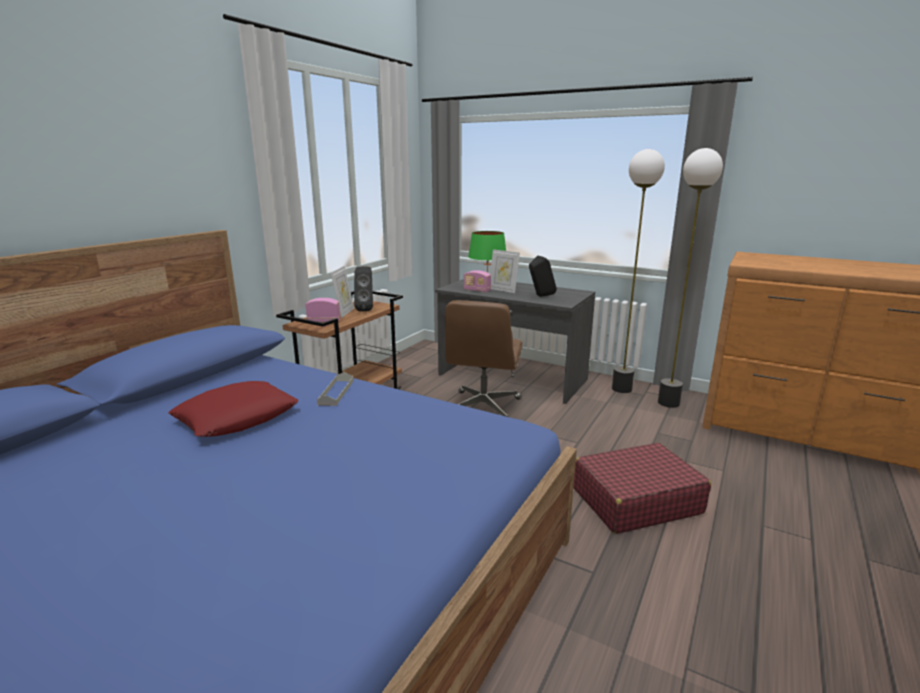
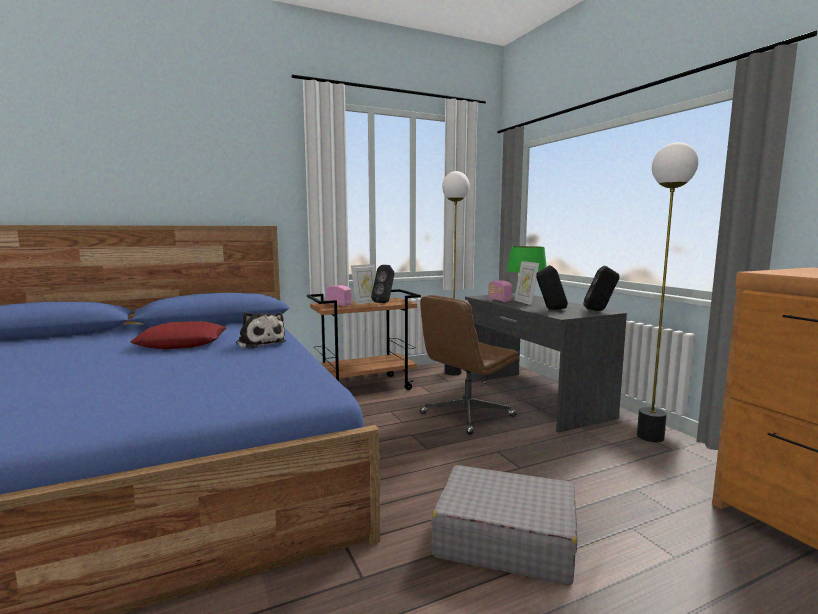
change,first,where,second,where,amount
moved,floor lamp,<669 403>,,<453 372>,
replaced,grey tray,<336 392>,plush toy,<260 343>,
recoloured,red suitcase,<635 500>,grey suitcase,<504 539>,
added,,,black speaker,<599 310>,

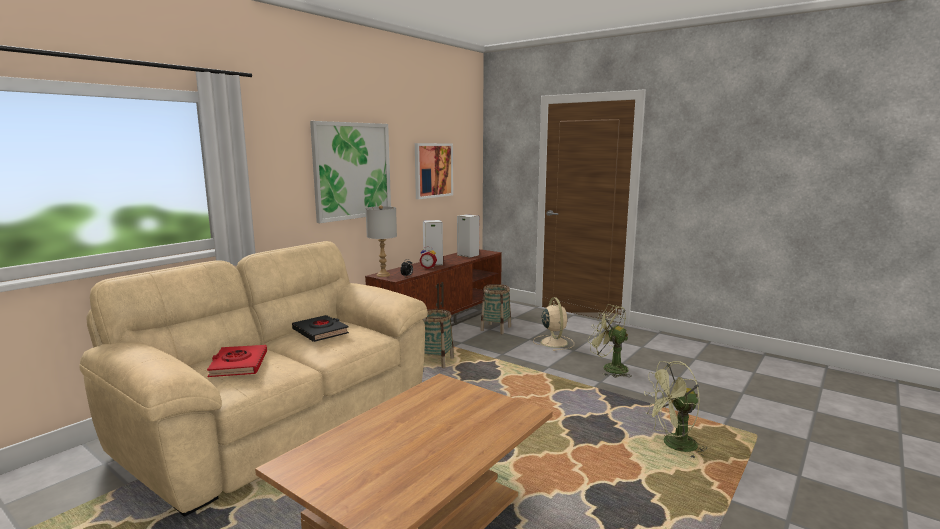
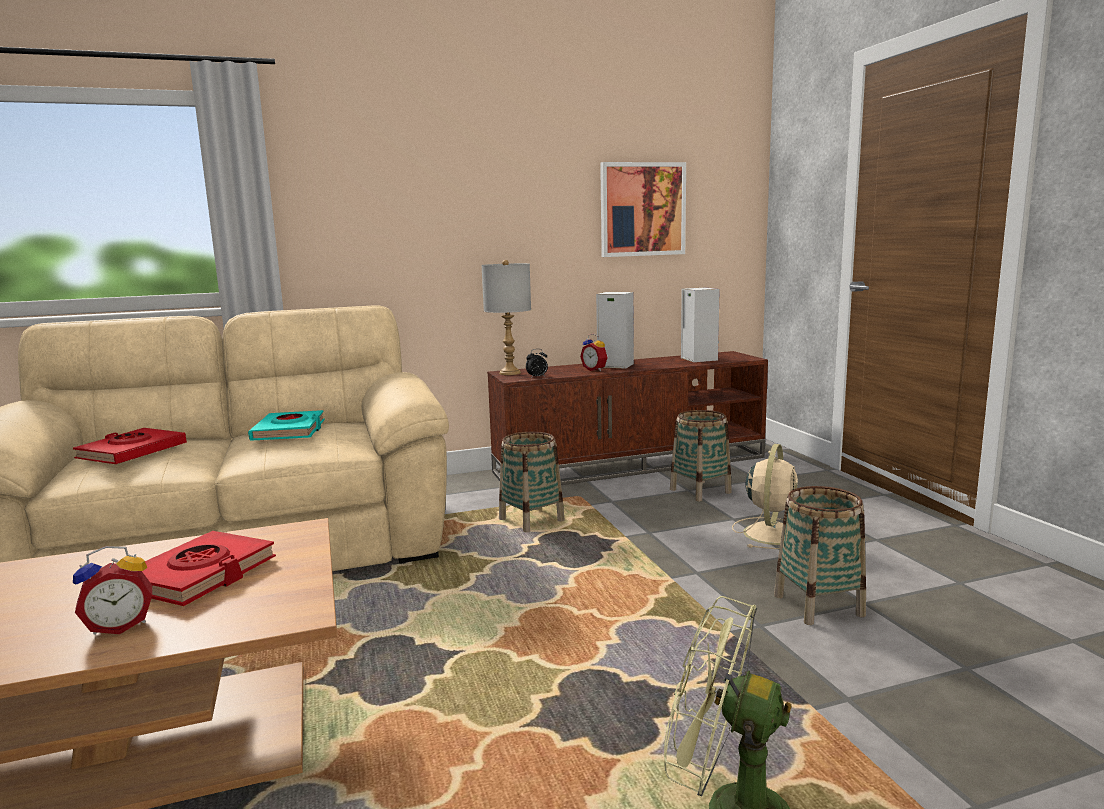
change,first,where,second,where,amount
removed,picture,<352 171>,,,
replaced,green fan,<609 368>,basket,<818 605>,
recoloured,black book,<320 332>,turquoise book,<289 431>,
added,,,red book,<200 575>,
added,,,alarm clock,<120 626>,

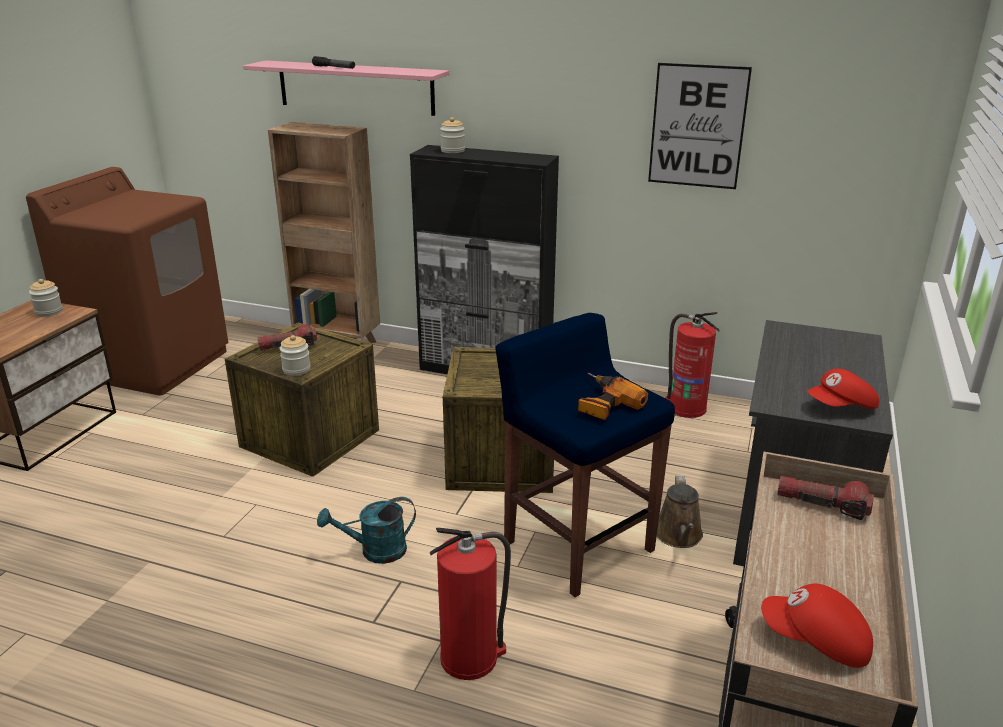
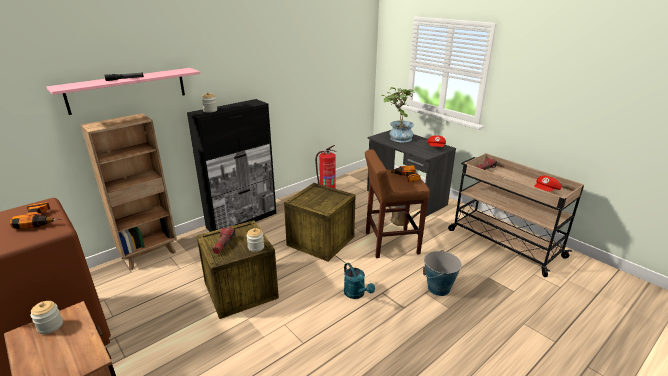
change,first,where,second,where,amount
removed,picture,<697 126>,,,
recoloured,blue stool,<577 544>,brown stool,<390 243>,
turned,turquoise watering can,<375 551>,,<356 294>,45 degrees counterclockwise
replaced,fire extinguisher,<471 658>,bucket,<438 288>,
added,,,potted plant,<397 138>,
added,,,power drill,<41 220>,

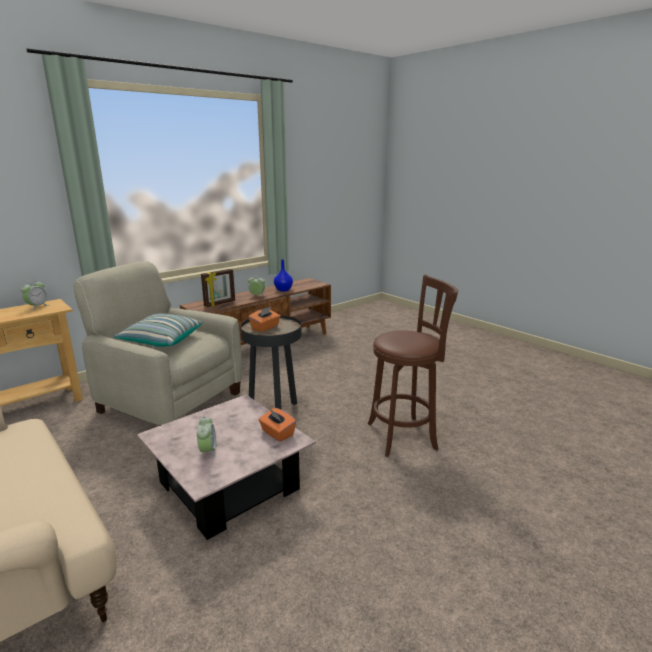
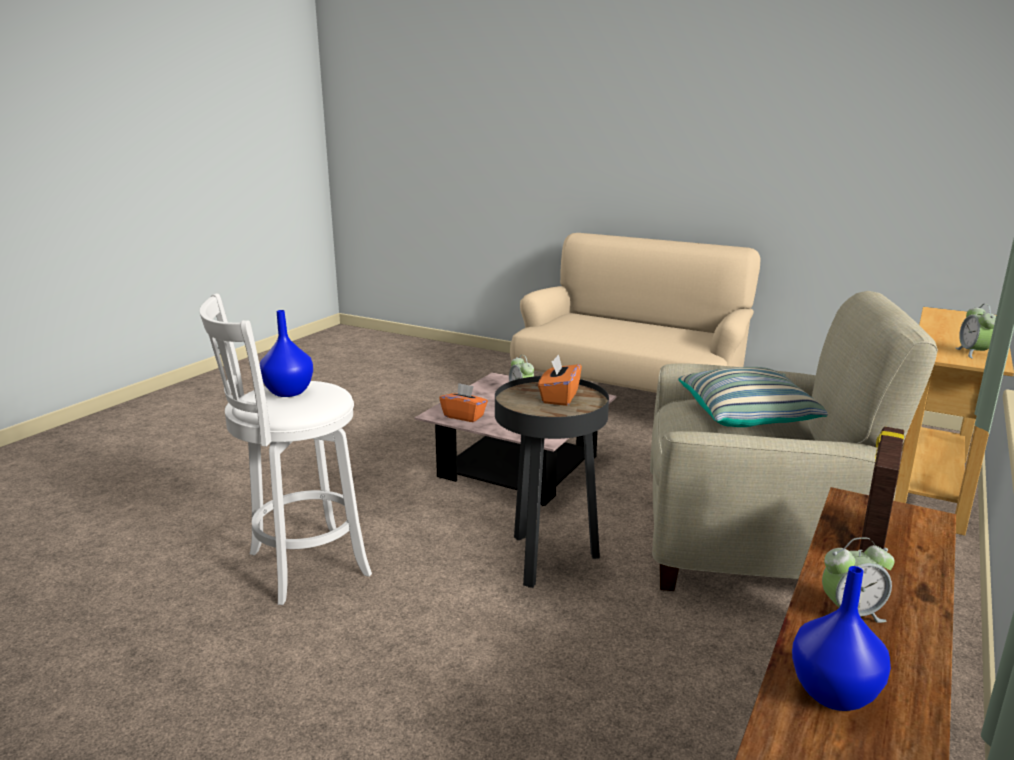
change,first,where,second,where,amount
recoloured,brown stool,<405 435>,white stool,<302 566>,
added,,,blue vase,<287 392>,

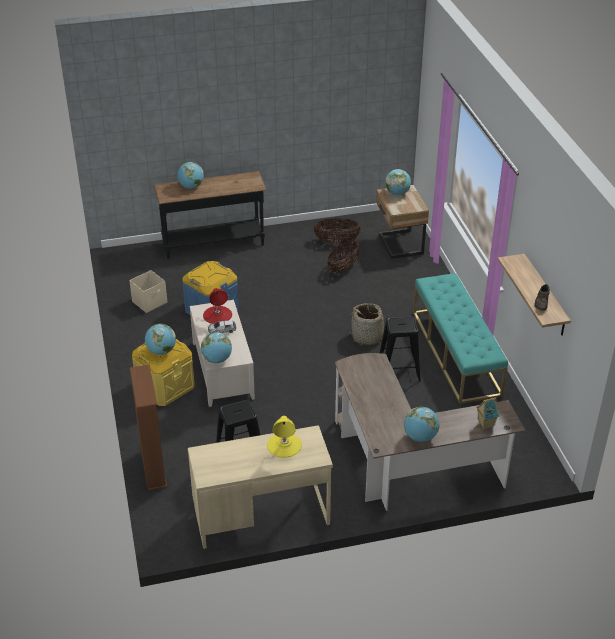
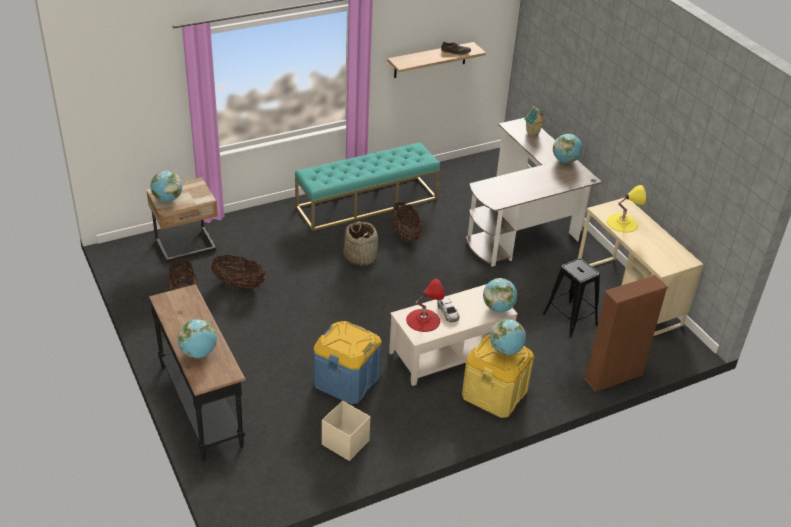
change,first,where,second,where,amount
replaced,black stool,<398 371>,basket,<405 234>,

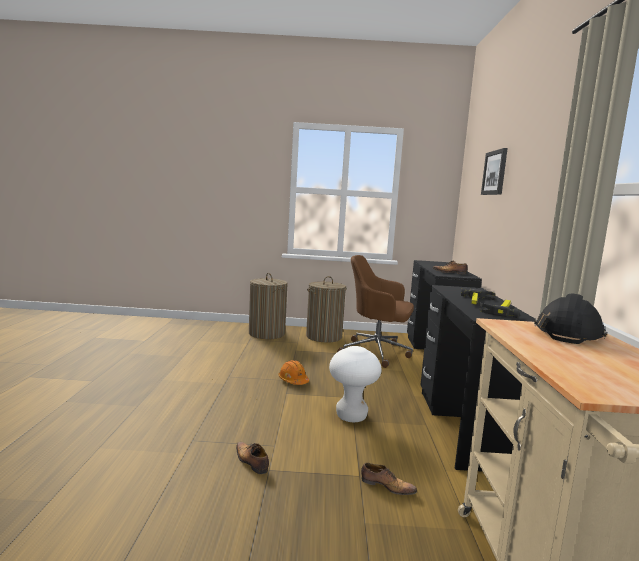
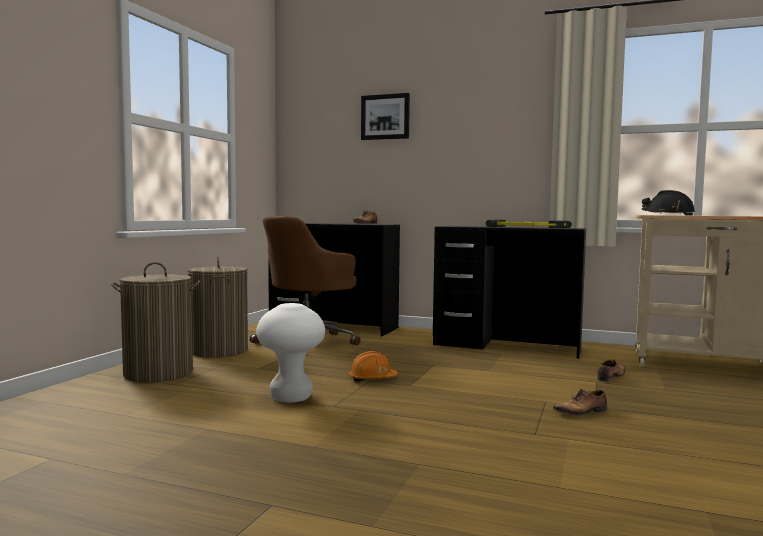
change,first,where,second,where,amount
moved,white stool,<351 416>,,<291 398>,

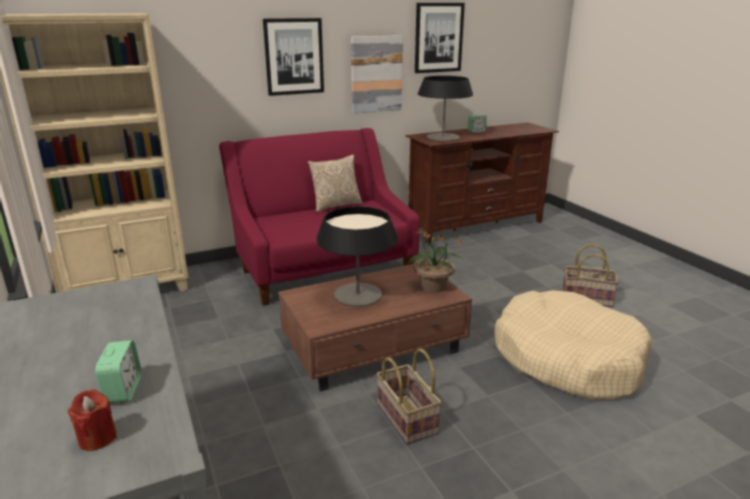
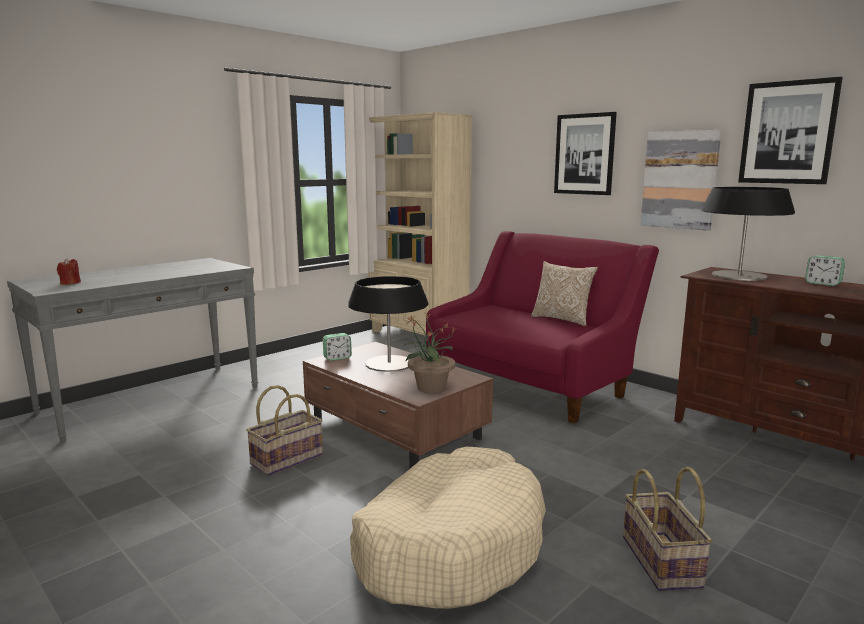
change,first,where,second,where,amount
moved,alarm clock,<123 390>,,<337 358>,

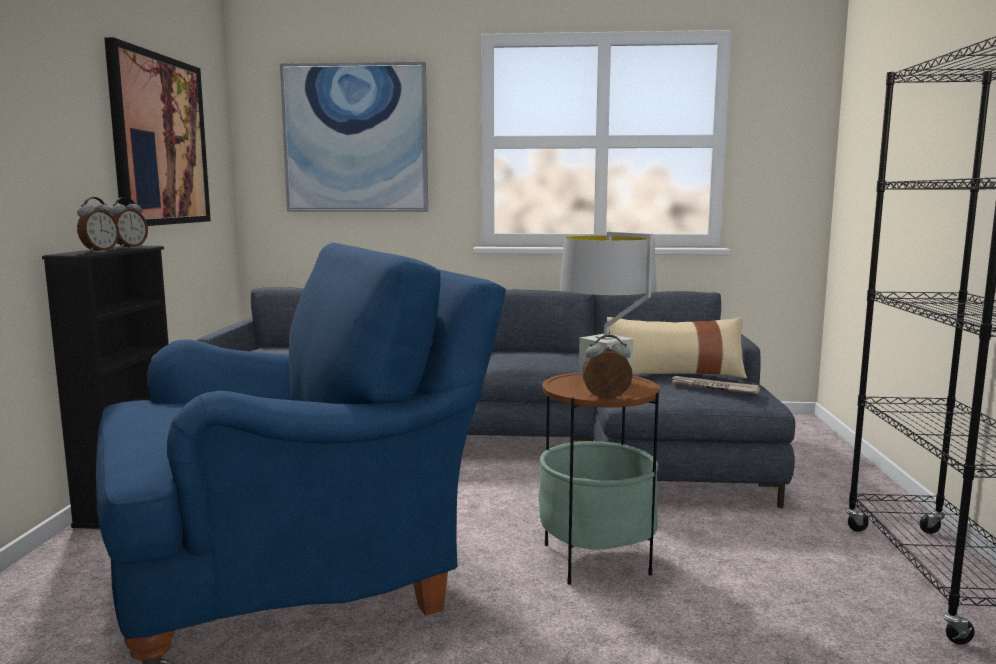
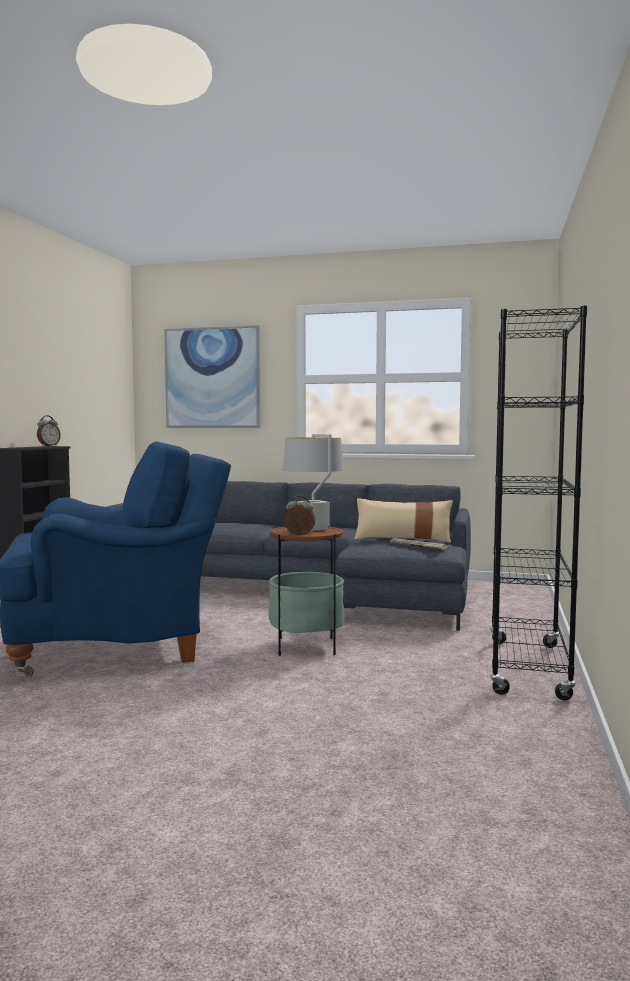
change,first,where,second,where,amount
removed,picture,<160 140>,,,
removed,alarm clock,<99 250>,,,

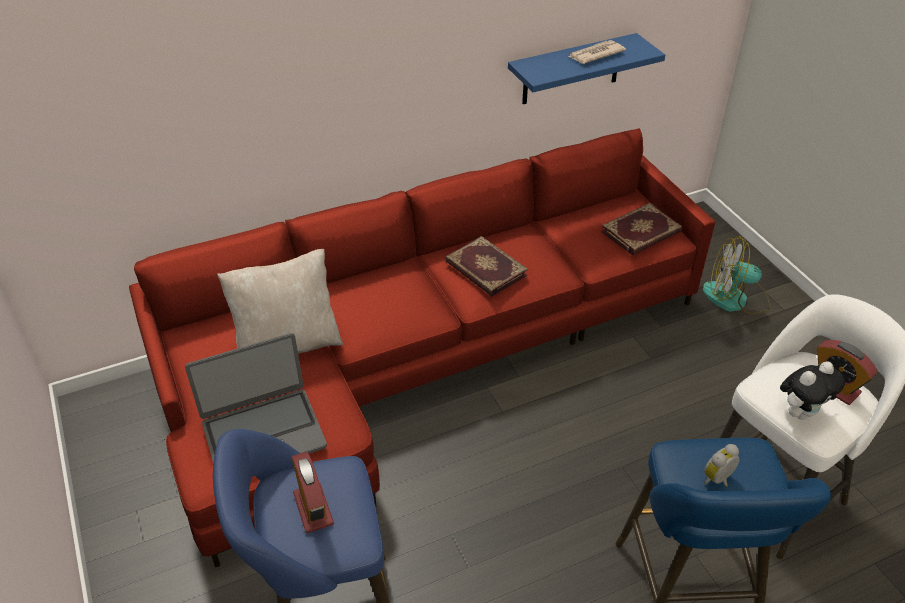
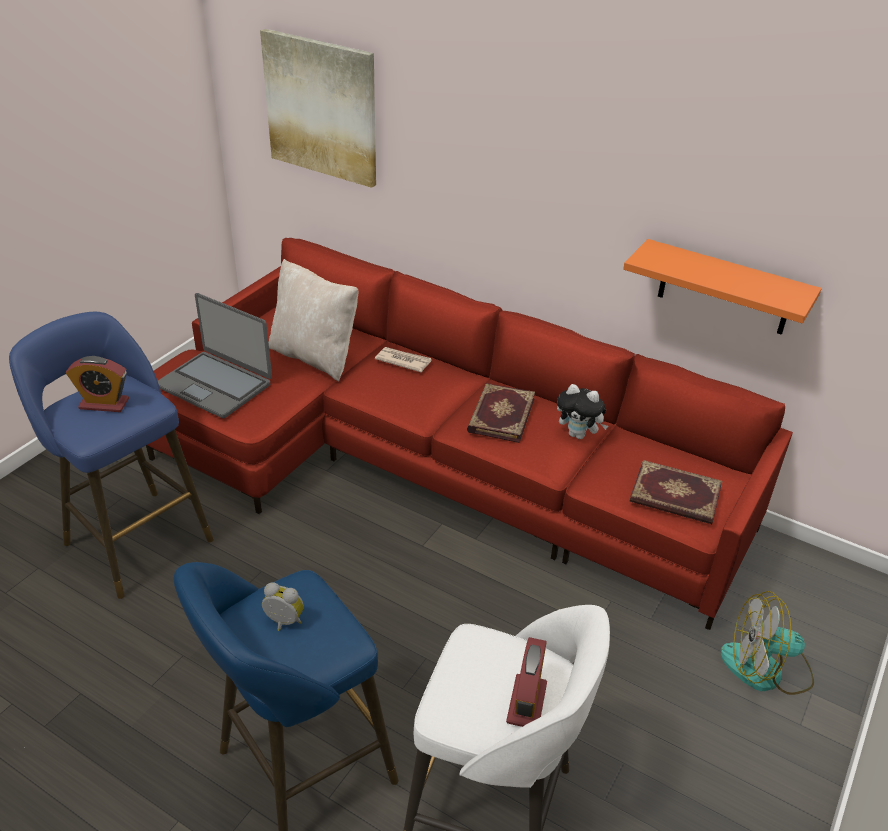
change,first,where,second,where,amount
recoloured,blue shelf,<571 70>,orange shelf,<724 288>,
moved,newspaper,<595 54>,,<403 361>,
turned,fan,<735 298>,,<766 669>,60 degrees counterclockwise
moved,plush toy,<801 412>,,<579 435>,
turned,alarm clock,<313 508>,,<104 404>,60 degrees clockwise
added,,,picture,<321 108>,

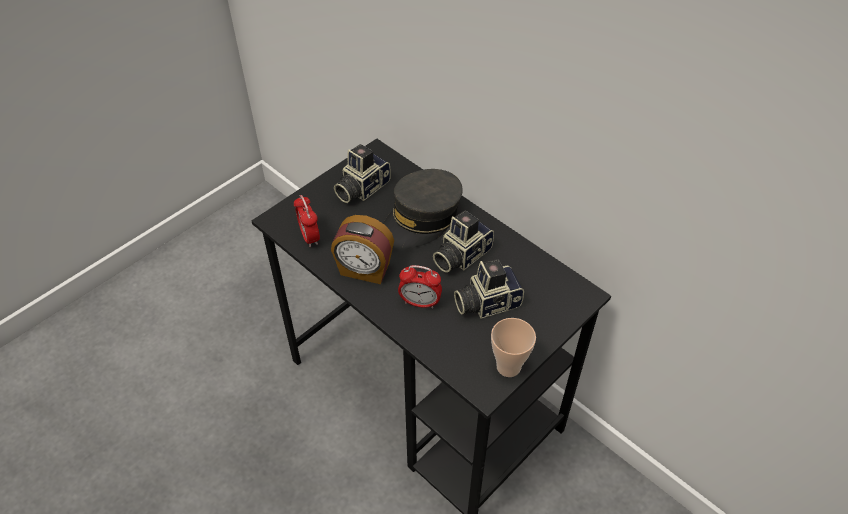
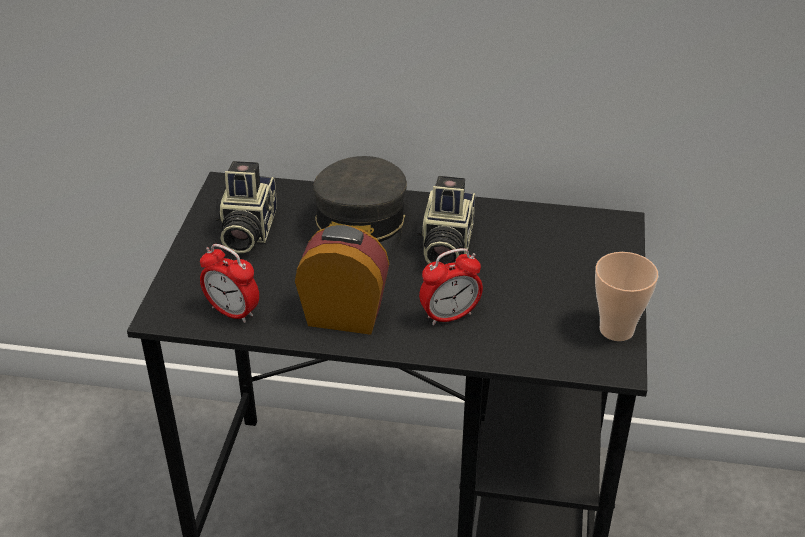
change,first,where,second,where,amount
turned,alarm clock,<364 270>,,<344 314>,150 degrees counterclockwise
removed,photo camera,<486 302>,,,

